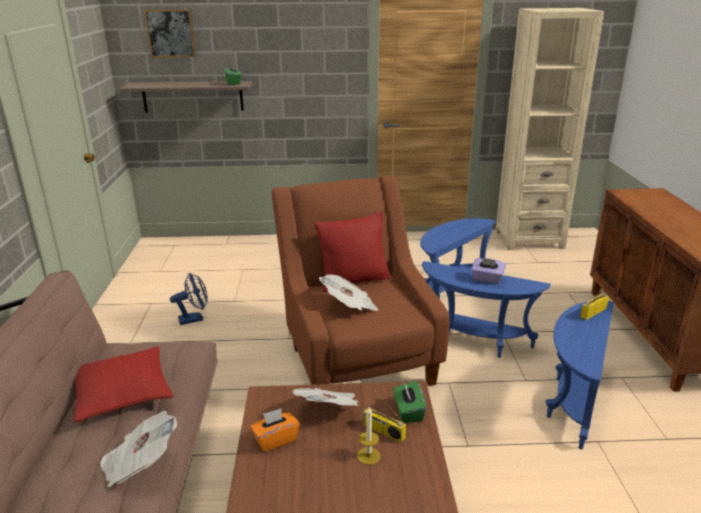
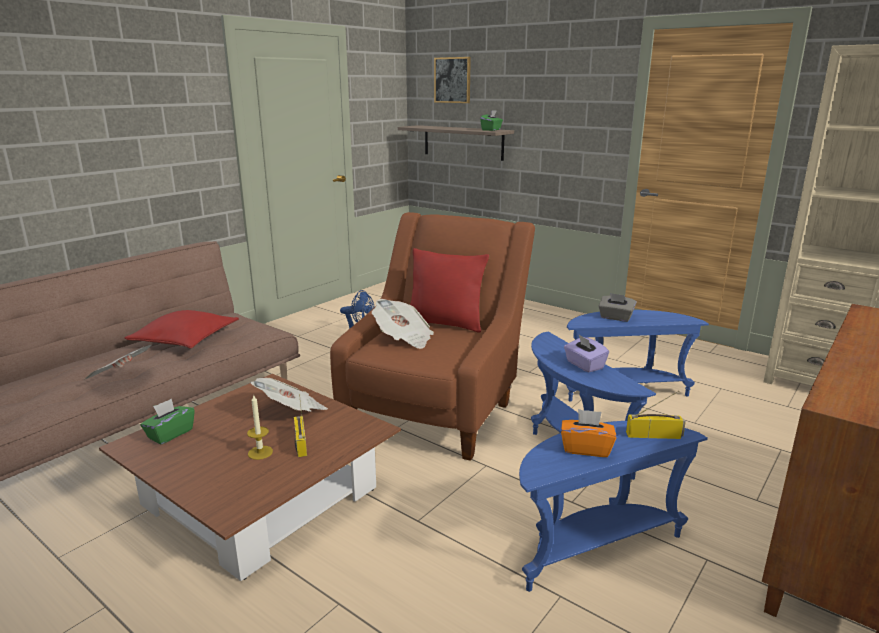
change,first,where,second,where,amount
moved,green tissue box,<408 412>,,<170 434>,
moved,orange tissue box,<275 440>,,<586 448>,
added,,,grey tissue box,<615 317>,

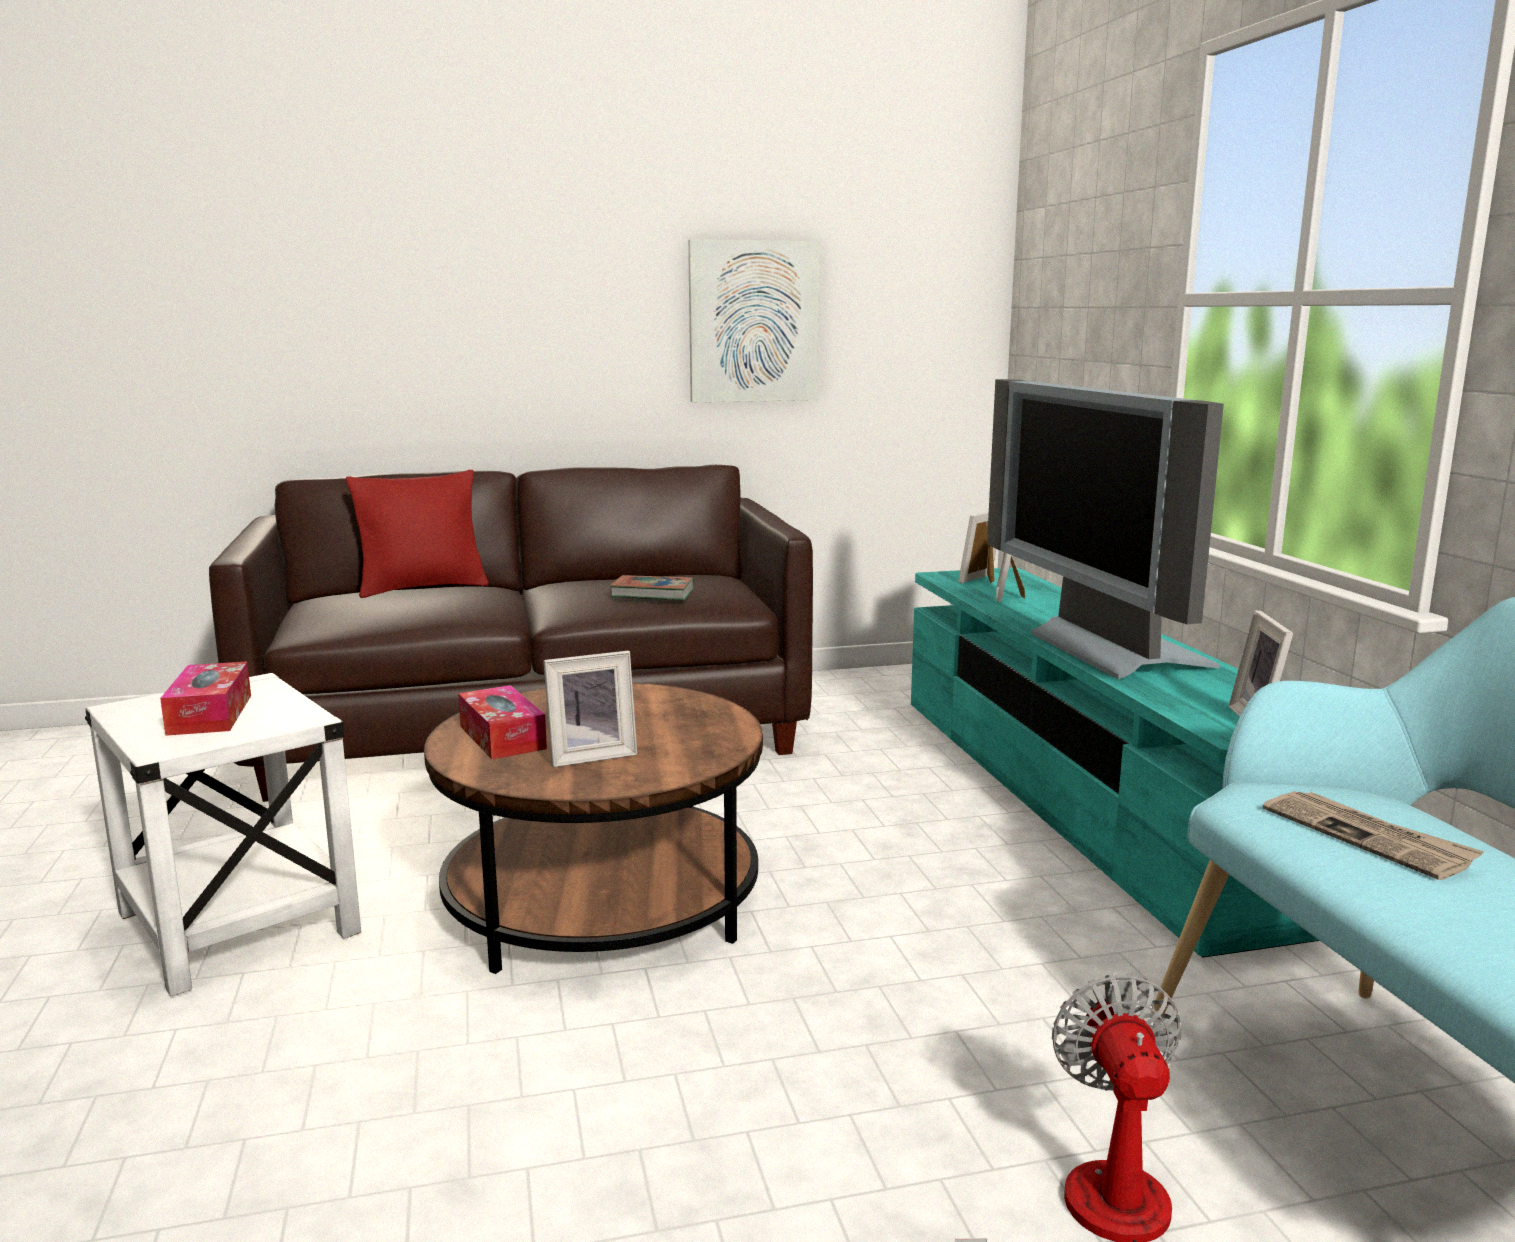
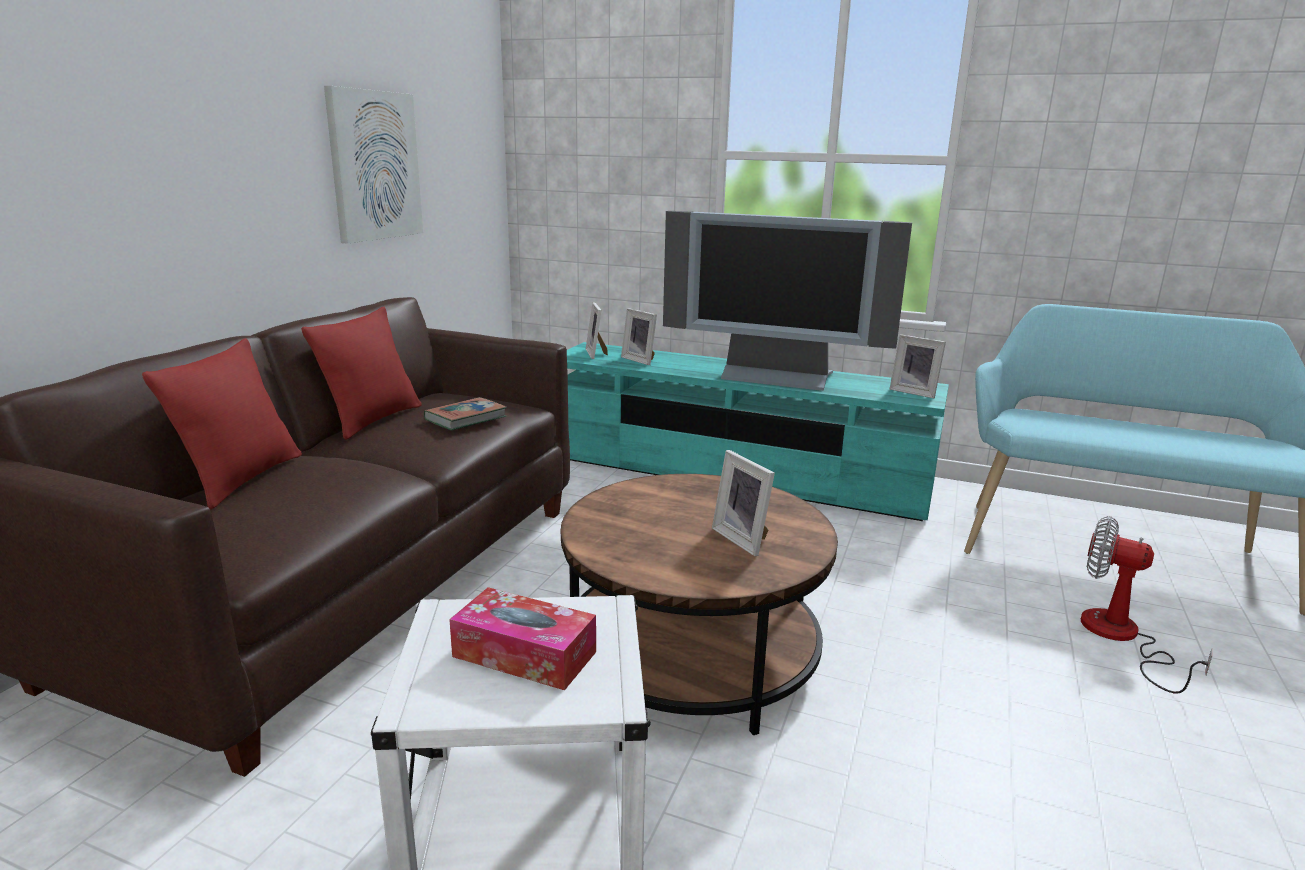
change,first,where,second,where,amount
turned,picture frame,<590 755>,,<744 539>,135 degrees clockwise
removed,tissue box,<502 737>,,,
removed,newspaper,<1368 838>,,,
added,,,red pillow,<372 420>,

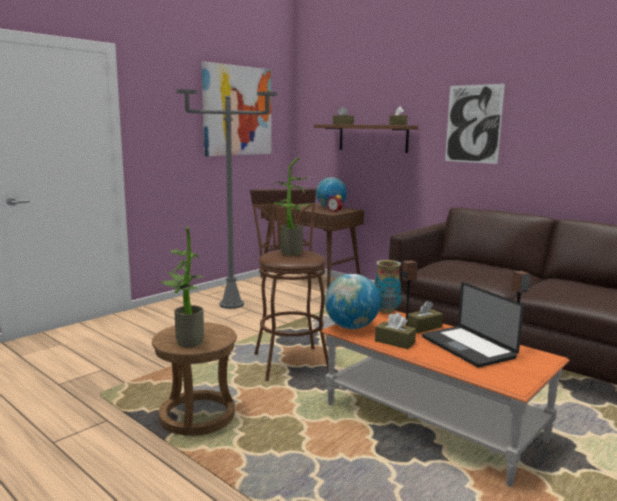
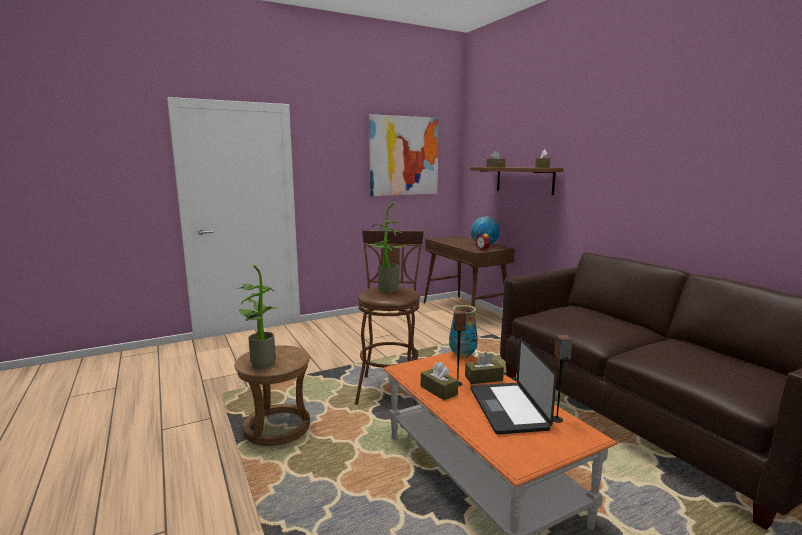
change,first,where,second,where,amount
removed,picture,<473 124>,,,
removed,grey floor lamp,<231 304>,,,
removed,globe,<351 327>,,,

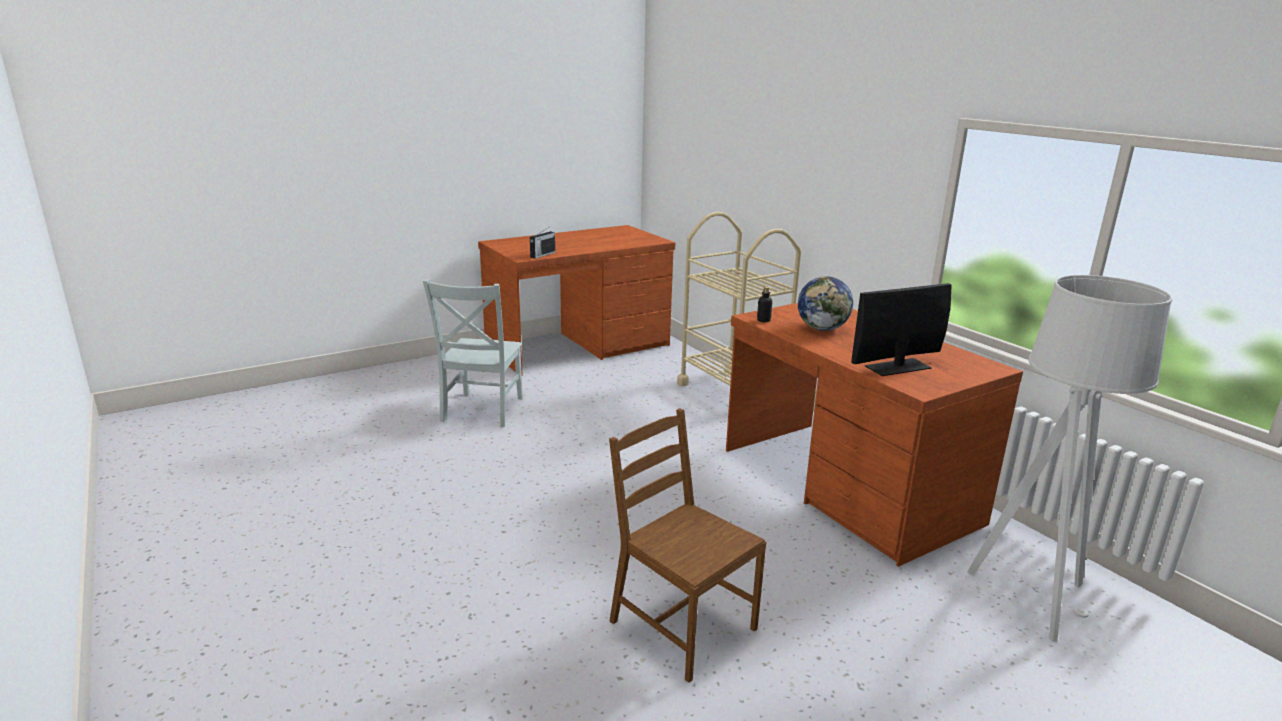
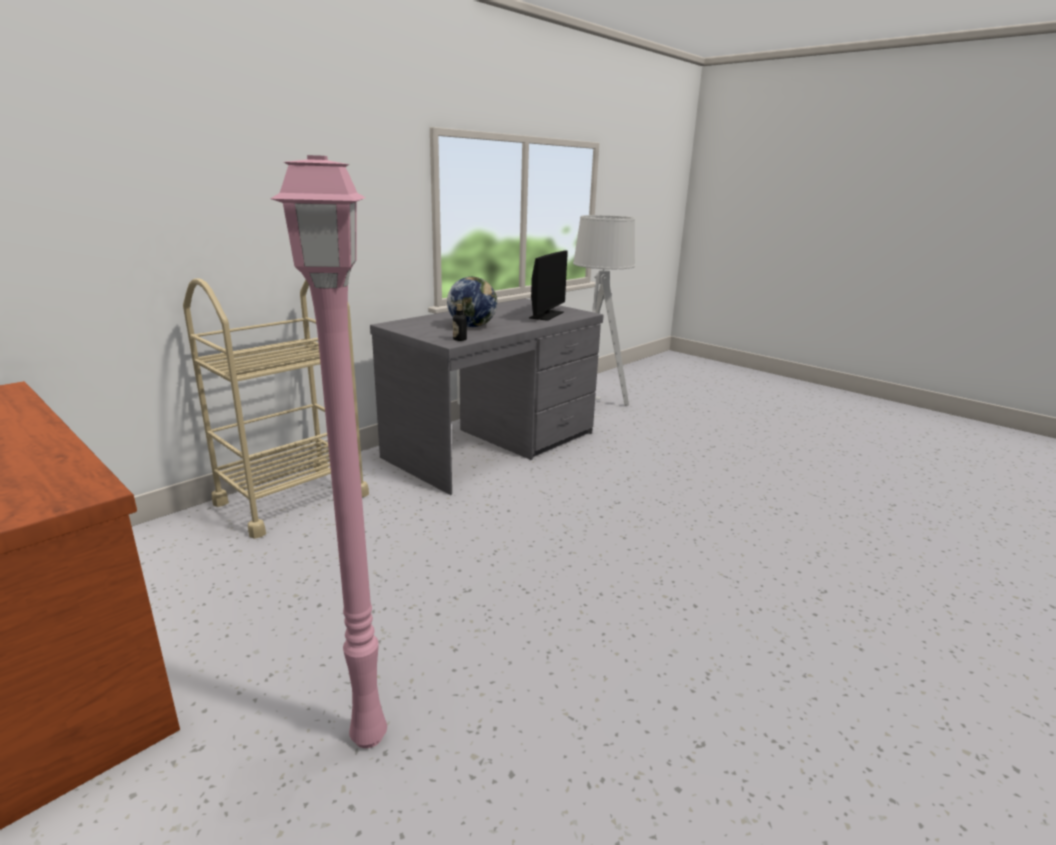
change,first,where,second,where,amount
removed,radio,<542 255>,,,
replaced,grey chair,<481 411>,pink floor lamp,<371 738>,
turned,monitor,<898 367>,,<546 315>,120 degrees counterclockwise
recoloured,brown desk,<846 486>,grey desk,<493 445>,
removed,brown chair,<680 625>,,,

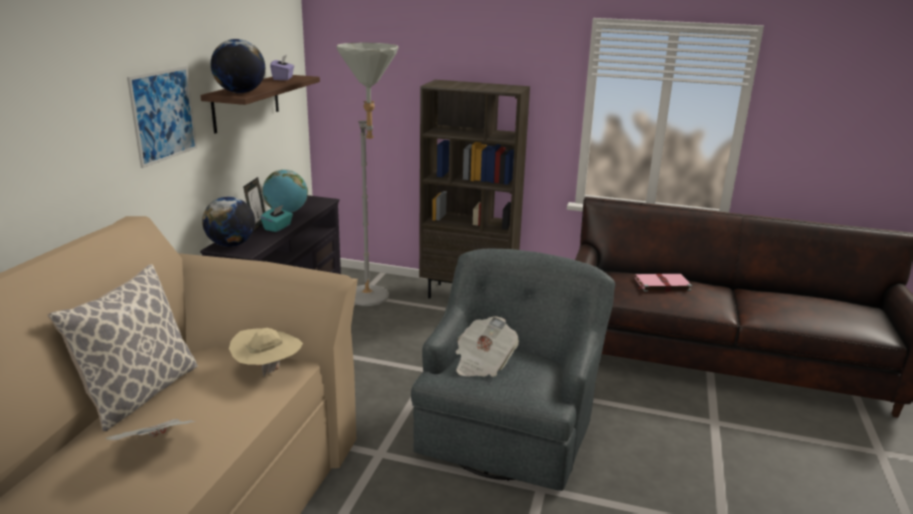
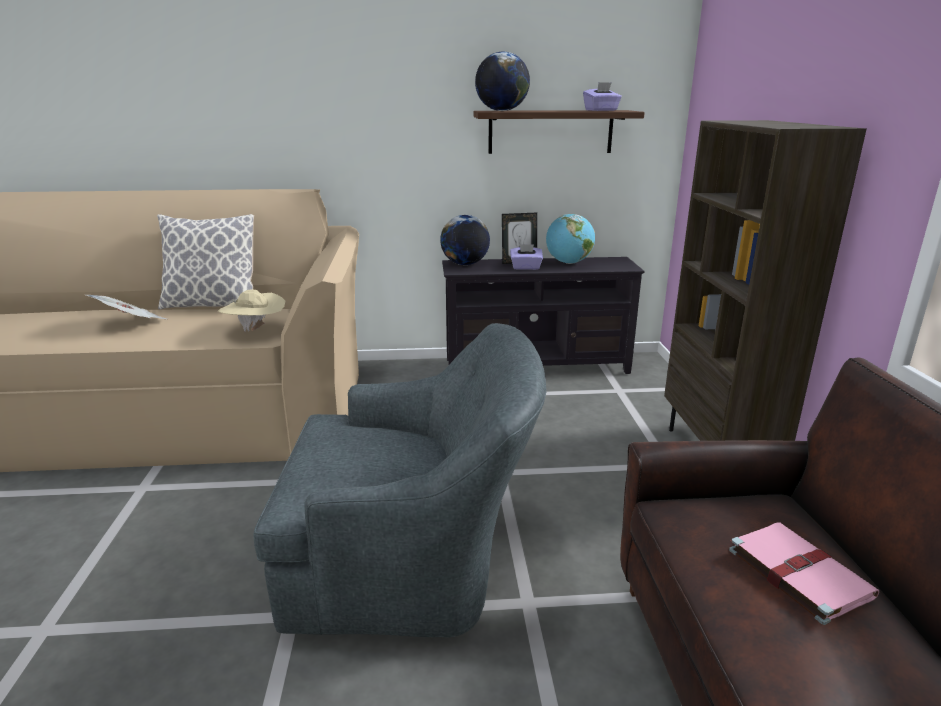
change,first,where,second,where,amount
removed,grey floor lamp,<371 300>,,,
removed,picture,<163 115>,,,
recoloured,turquoise tissue box,<278 227>,purple tissue box,<526 267>,
removed,newspaper,<483 363>,,,

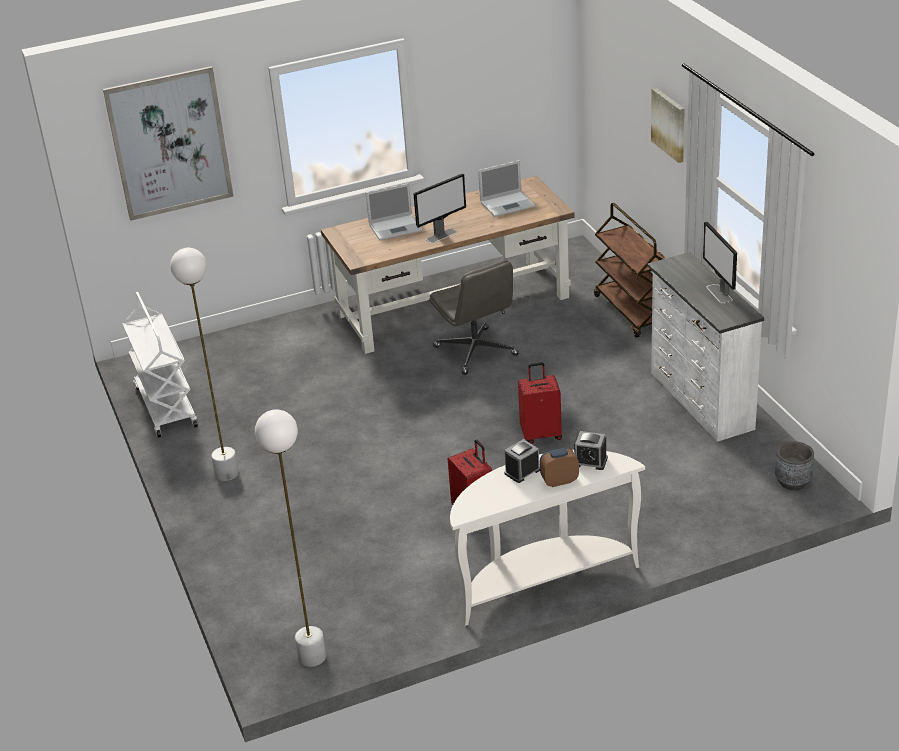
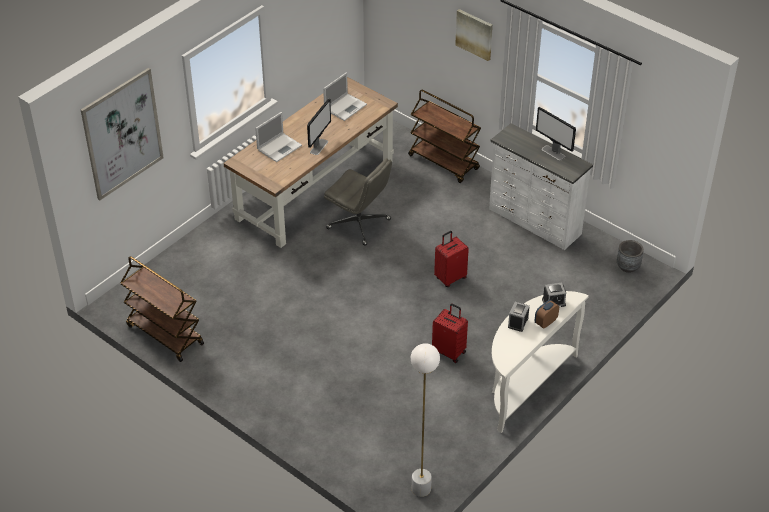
change,first,where,second,where,amount
removed,white floor lamp,<226 473>,,,
recoloured,white cart,<165 406>,brown cart,<164 335>,

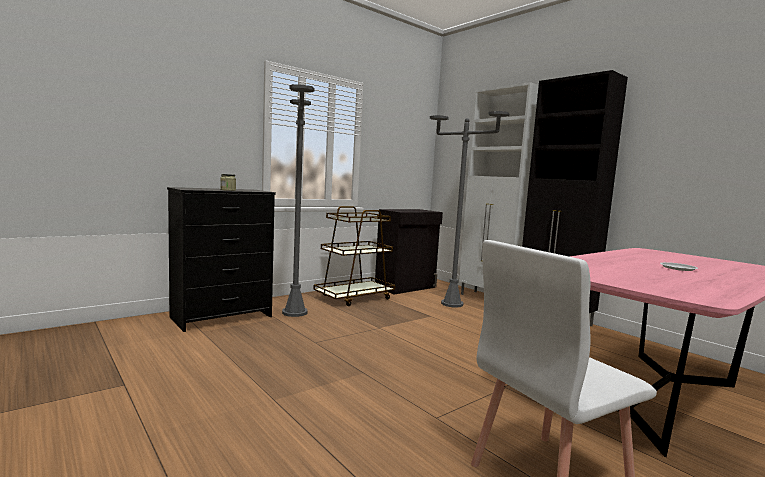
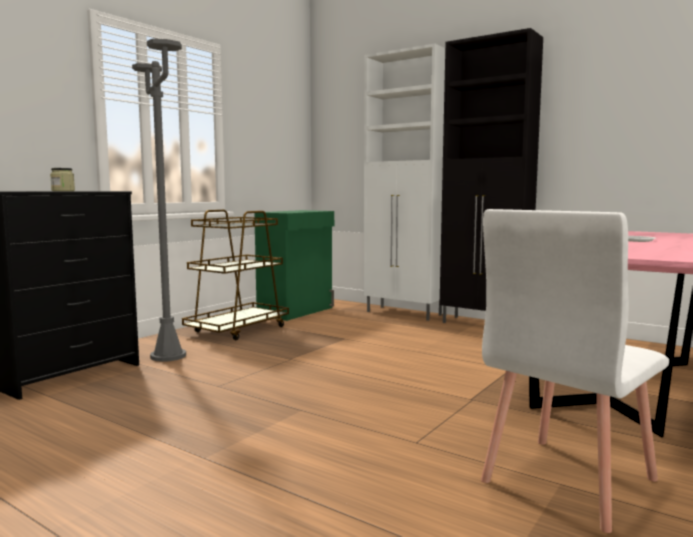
change,first,where,second,where,amount
removed,grey floor lamp,<452 304>,,,
recoloured,black cabinet,<406 287>,green cabinet,<297 311>,

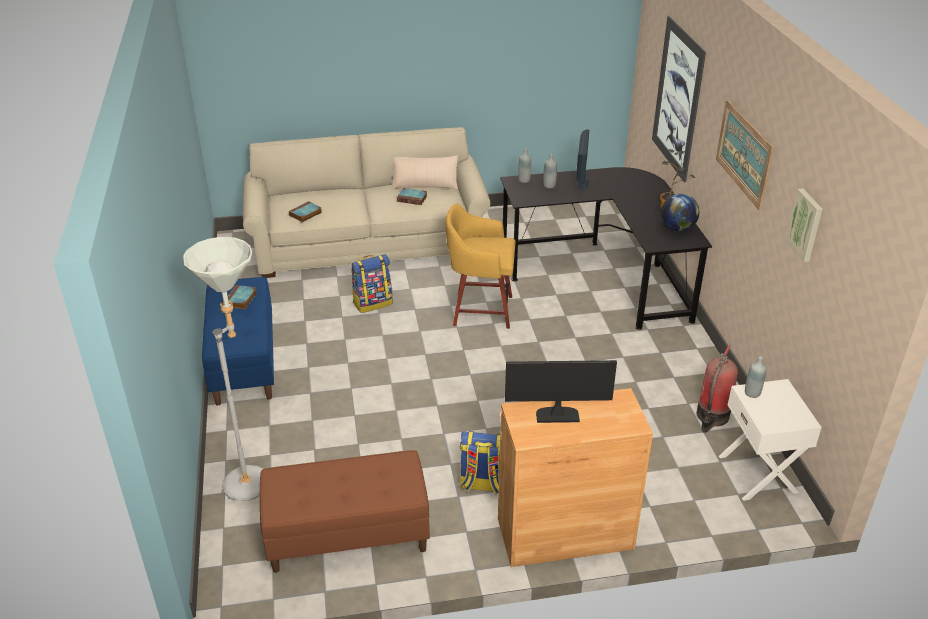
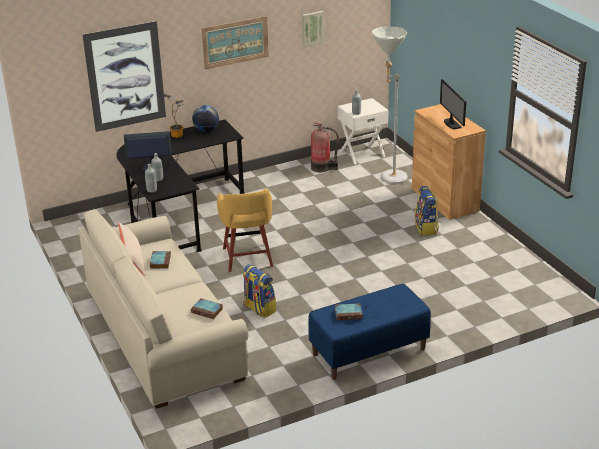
change,first,where,second,where,amount
moved,grey floor lamp,<254 478>,,<388 176>,
removed,brown bench,<347 537>,,,

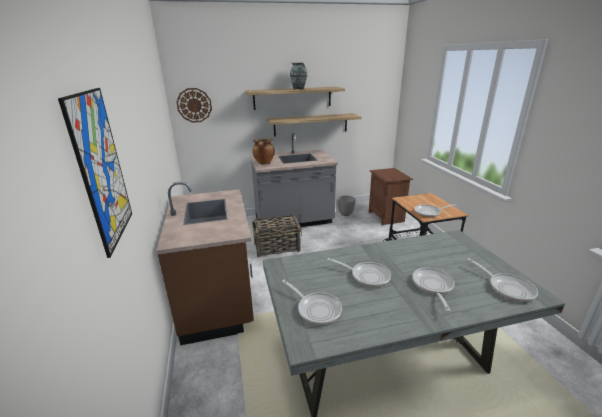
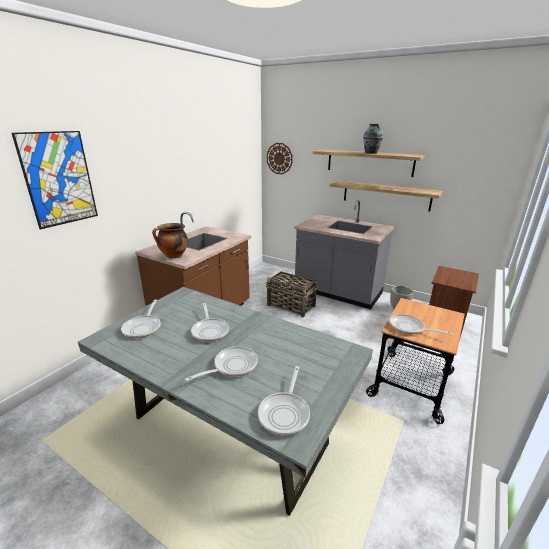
change,first,where,second,where,amount
moved,cooking pot,<264 163>,,<173 256>,

